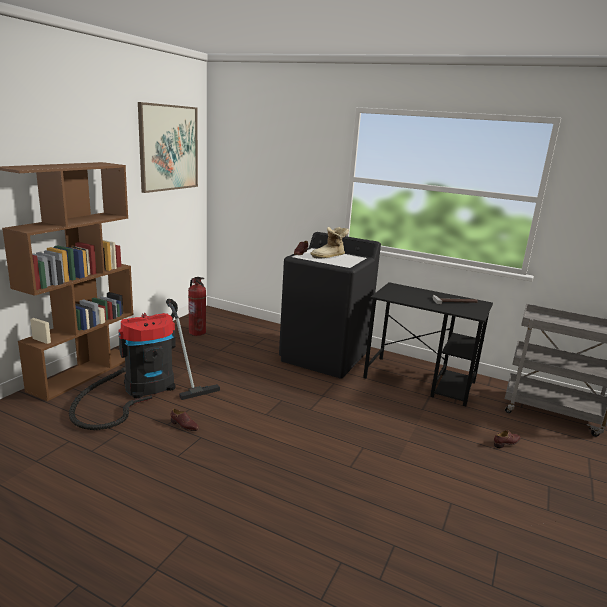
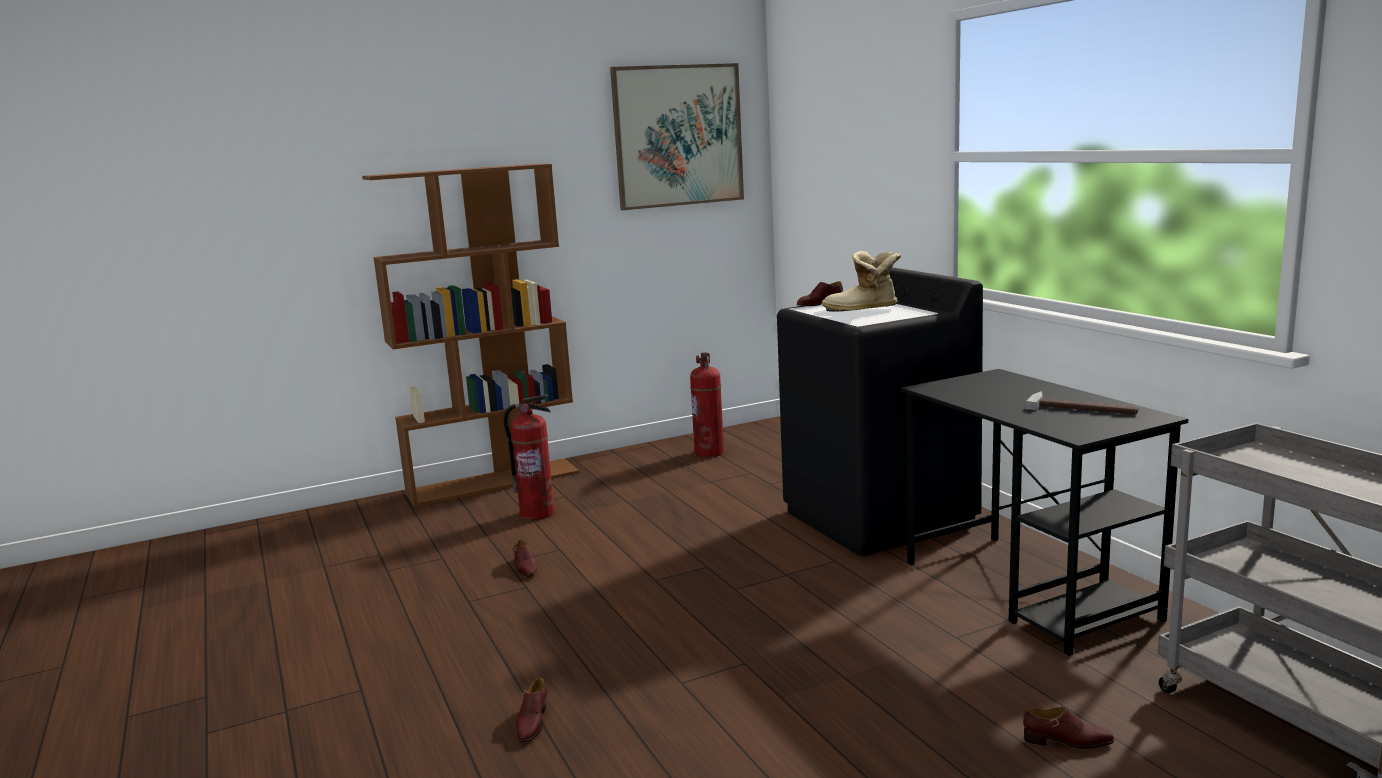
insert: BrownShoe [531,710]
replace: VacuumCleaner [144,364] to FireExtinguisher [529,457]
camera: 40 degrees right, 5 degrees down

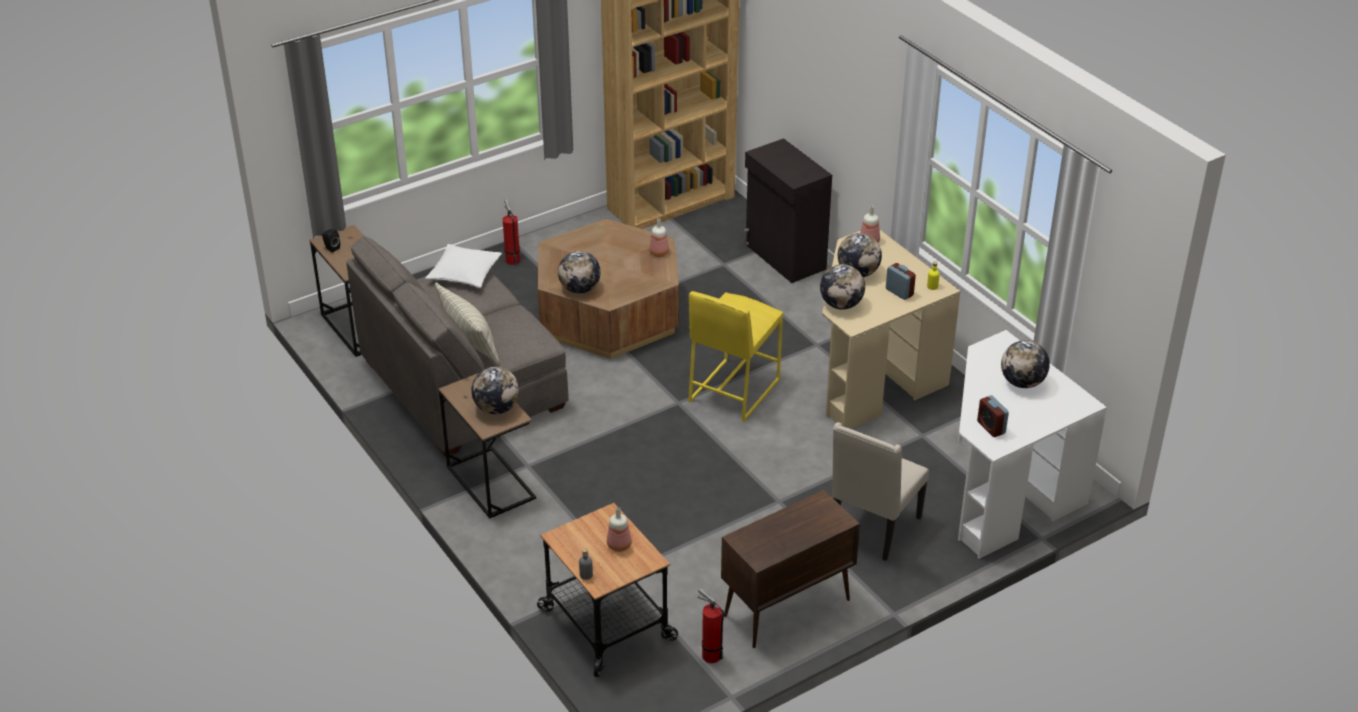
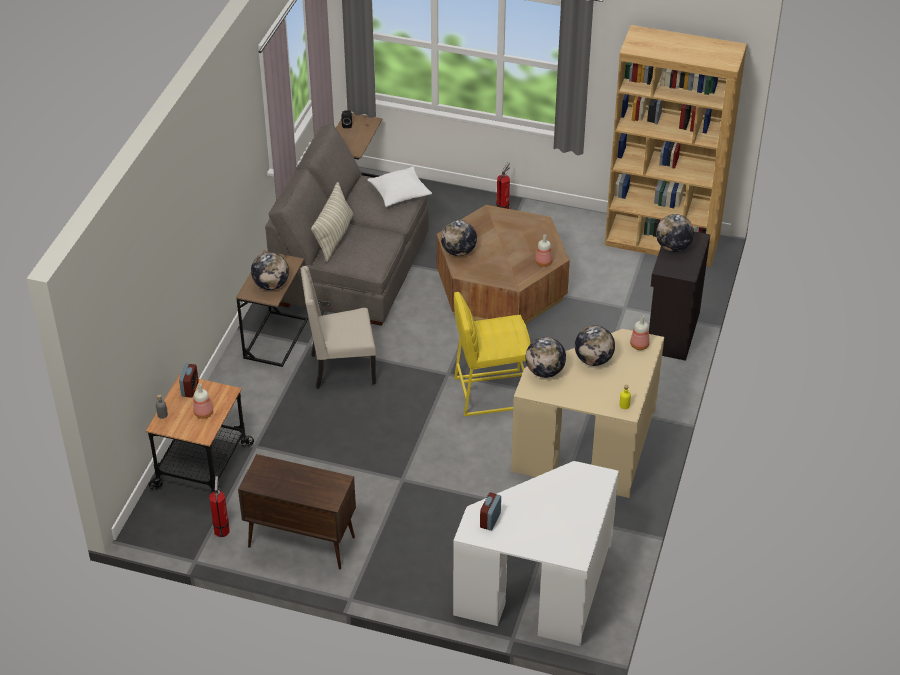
move: BeigeChair [880,491] to [338,327]; AlarmClock [901,281] to [189,381]; Globe [1025,364] to [675,233]
camera: 50 degrees right, 5 degrees up

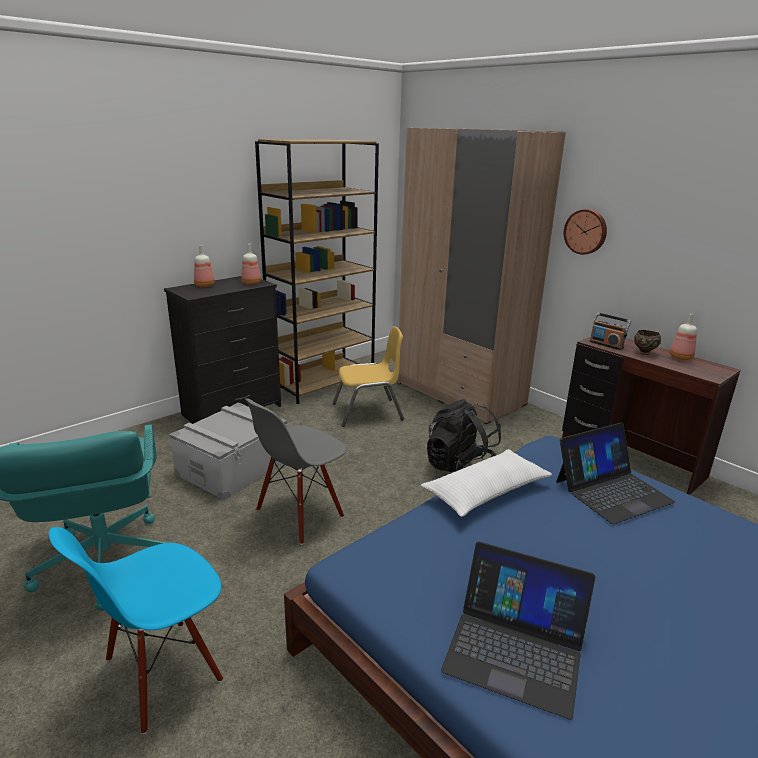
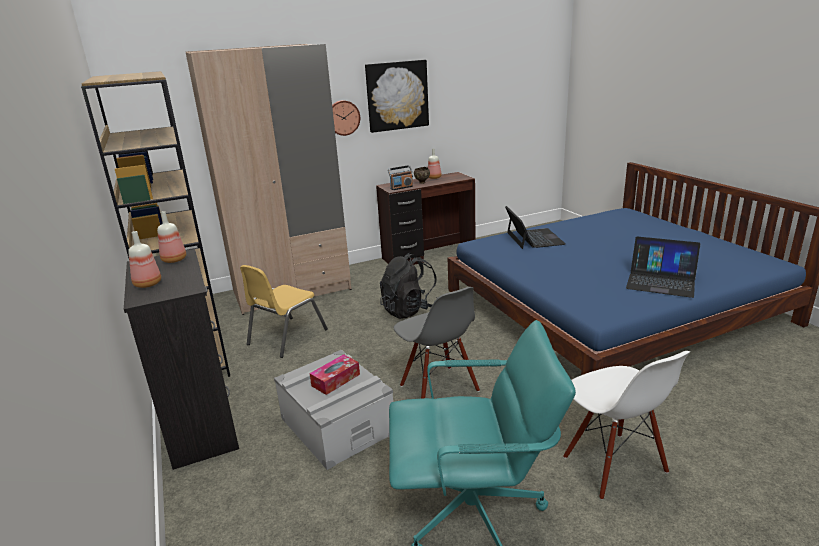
delete: WhitePillow [486,483]
insert: TissueBox [335,374]; Picture [397,96]
recolor: BlueChair [136,630] to WhiteChair [626,425]
rotate: YellowChair [368,376] = [284,311] 150 degrees counterclockwise; Laptop [518,630] = [663,267] 75 degrees clockwise
camera: 70 degrees left, 0 degrees up

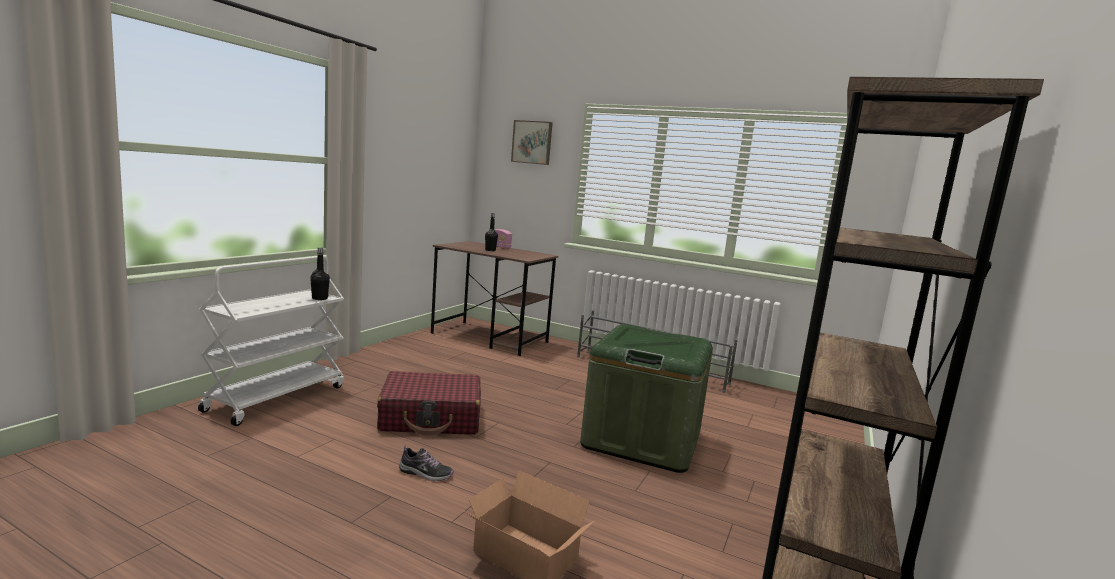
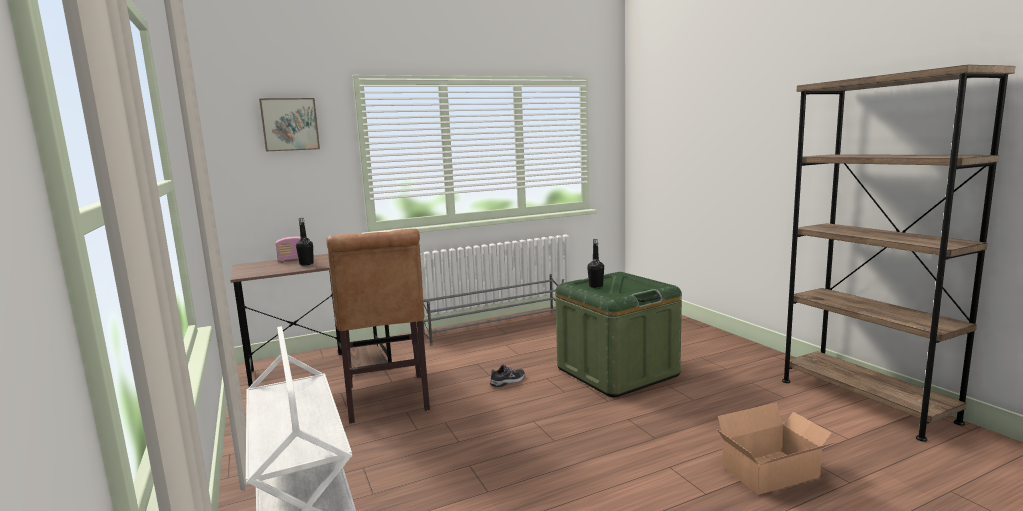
delete: RedSuitcase [429,403]
insert: BrownChair [378,326]
move: BlackBottle [320,274] to [595,263]; Shoe [426,463] to [507,376]
camera: 50 degrees left, 0 degrees up

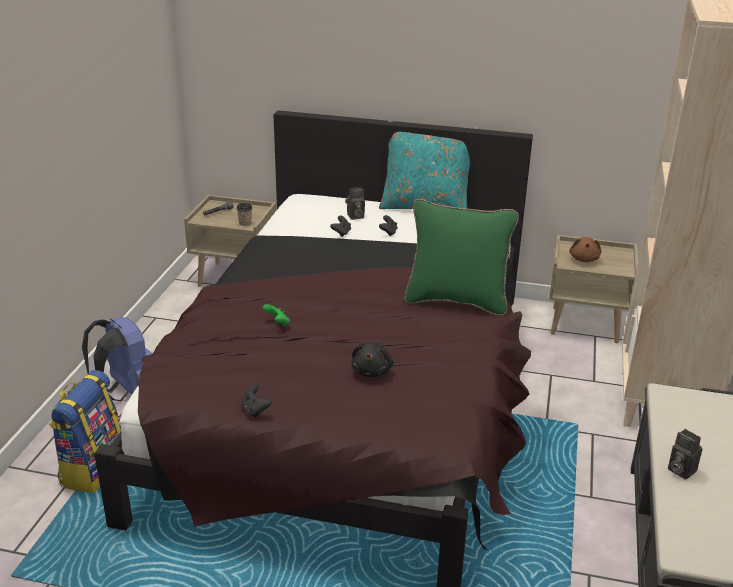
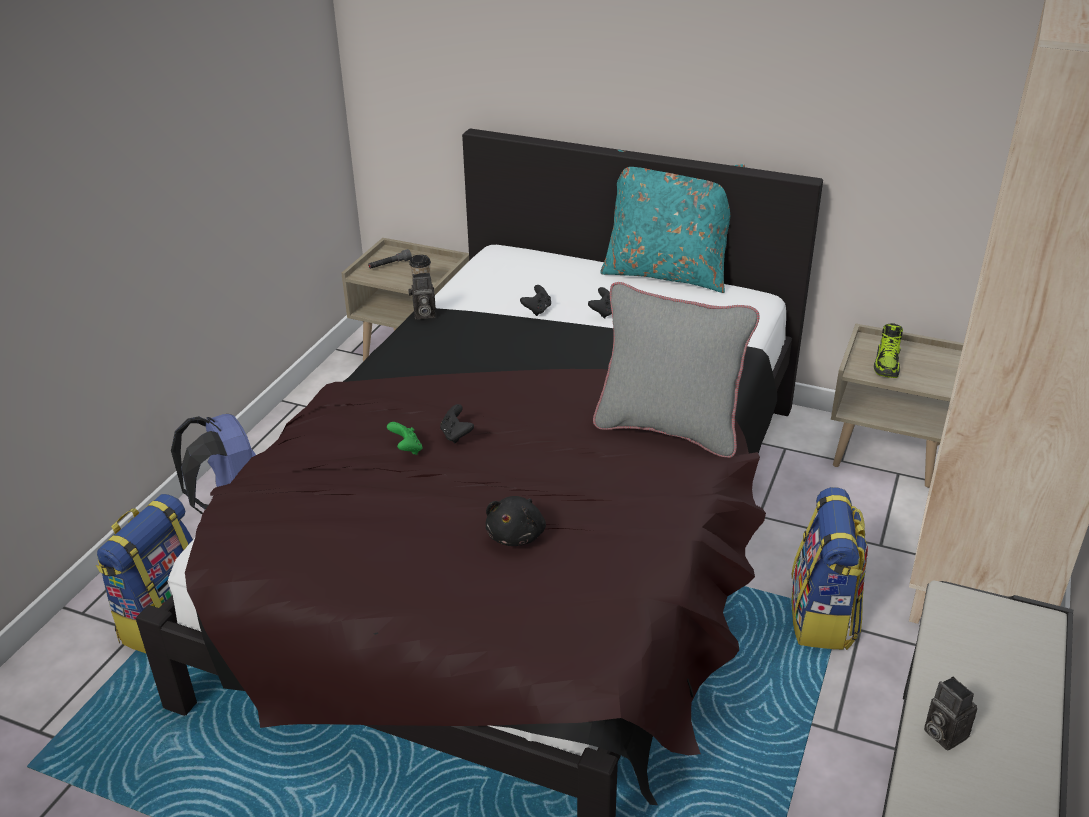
insert: Backpack [830,568]
move: BlackGameController [256,401] to [457,423]; PhotoCamera [355,203] to [422,296]
replace: BrownPlushToy [585,249] to Shoe [888,350]
recolor: GreenPillow [461,257] to GreyPillow [676,370]
camera: 10 degrees right, 5 degrees up

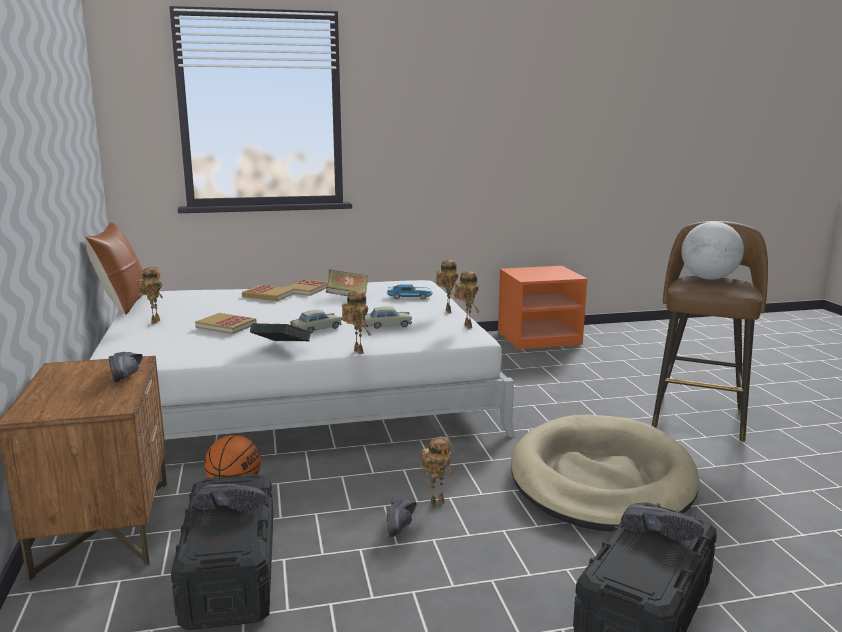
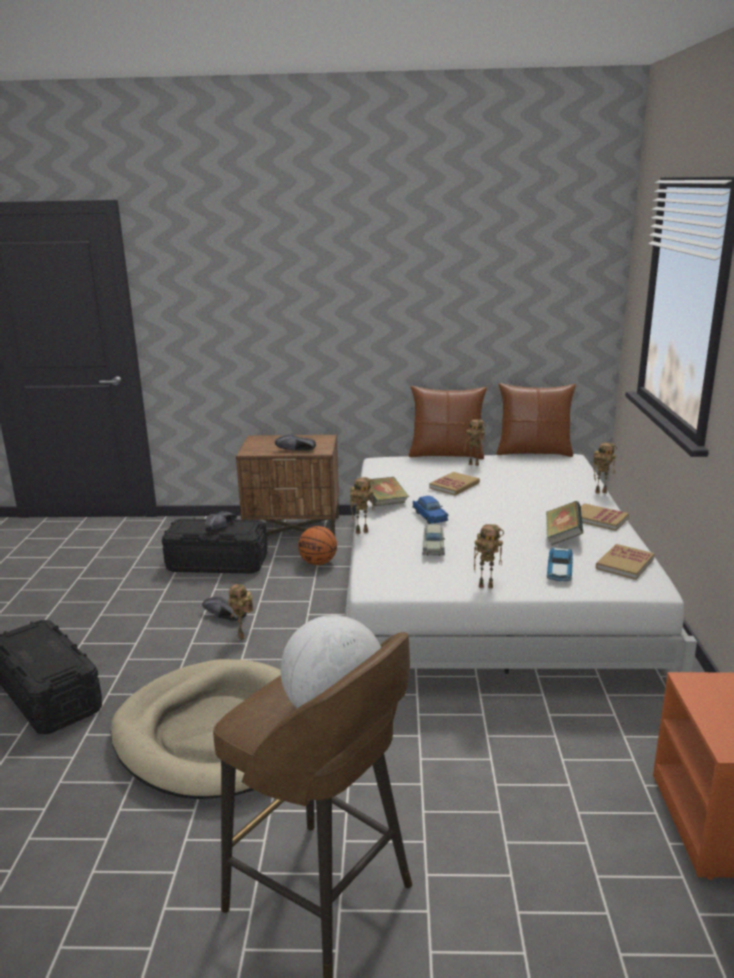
delete: BlackShoe [662,522]
insert: BrownPillow [448,422]
move: Book [268,293] to [625,562]; ToyRobot [467,300] to [605,468]
recolor: BeigeToyCar [316,321] to BlueToyCar [430,510]
camera: 105 degrees right, 5 degrees up

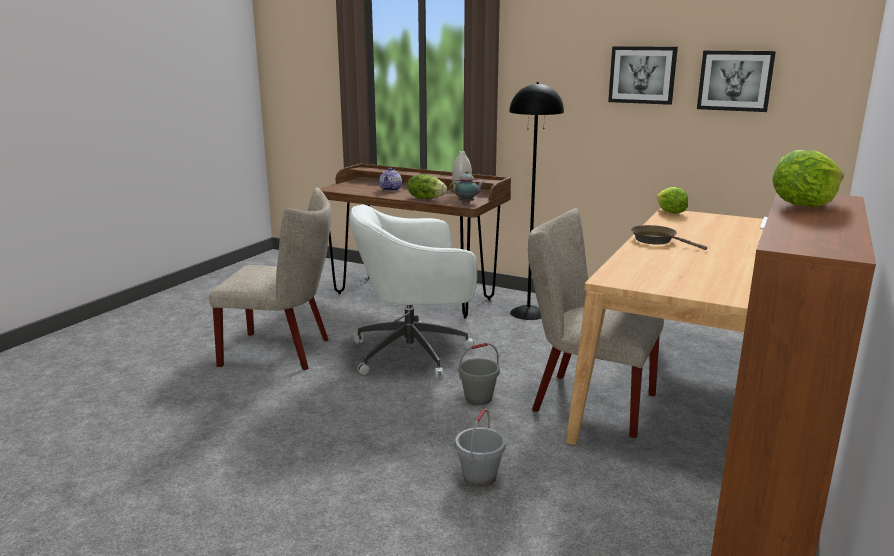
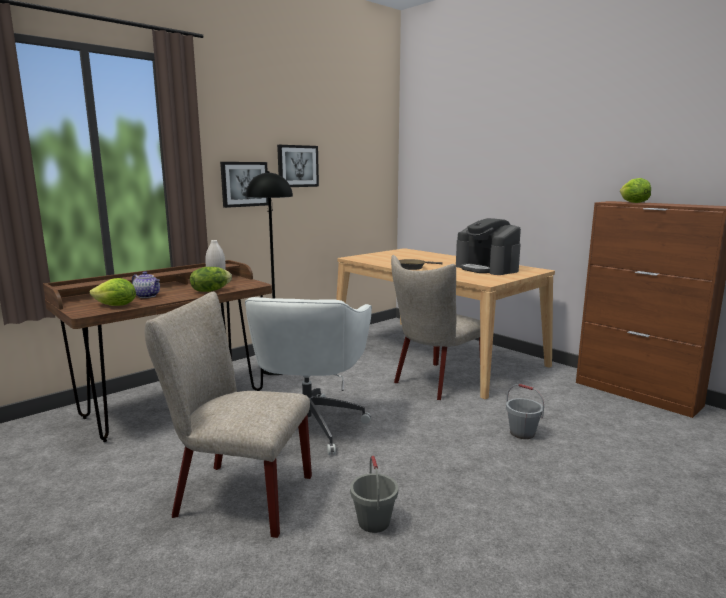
delete: Teapot [467,187]
insert: CoffeeMachine [488,246]
move: GreyBucket [479,374] to [374,494]; Lettuce [672,200] to [113,292]; Picture [736,81] to [244,185]
rotate: BeigeChair [270,278] = [228,415] 105 degrees counterclockwise
camera: 70 degrees left, 5 degrees down

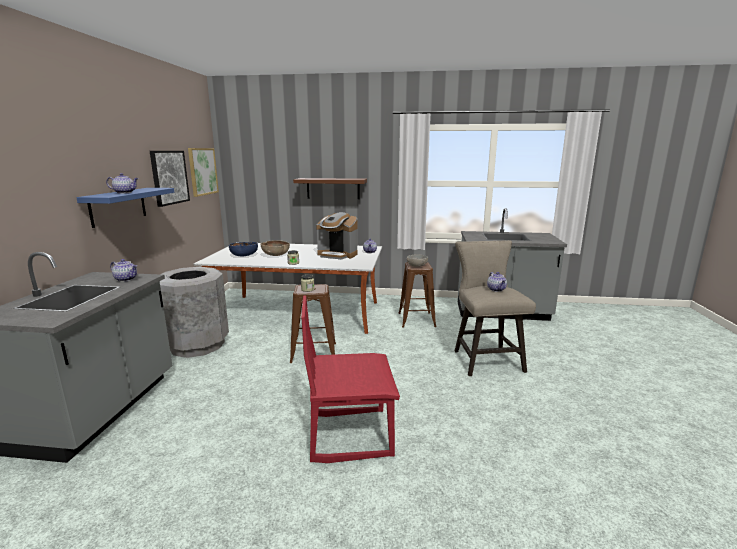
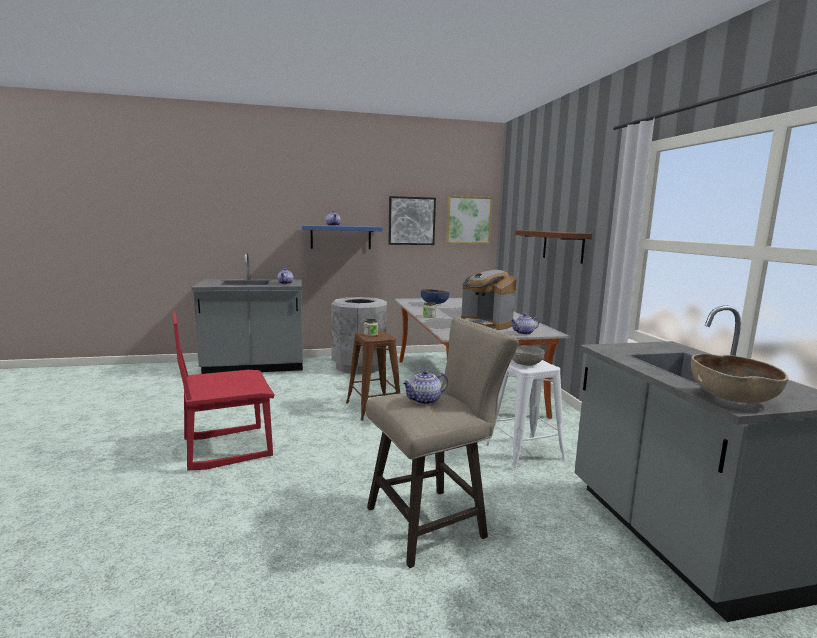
move: BrownBowl [275,248] to [740,378]
recolor: BrownStool [417,295] to WhiteStool [525,415]
rotate: RedChair [350,379] = [224,391] 90 degrees counterclockwise; CoffeeMachine [337,235] = [489,300] 45 degrees counterclockwise
camera: 70 degrees right, 5 degrees down

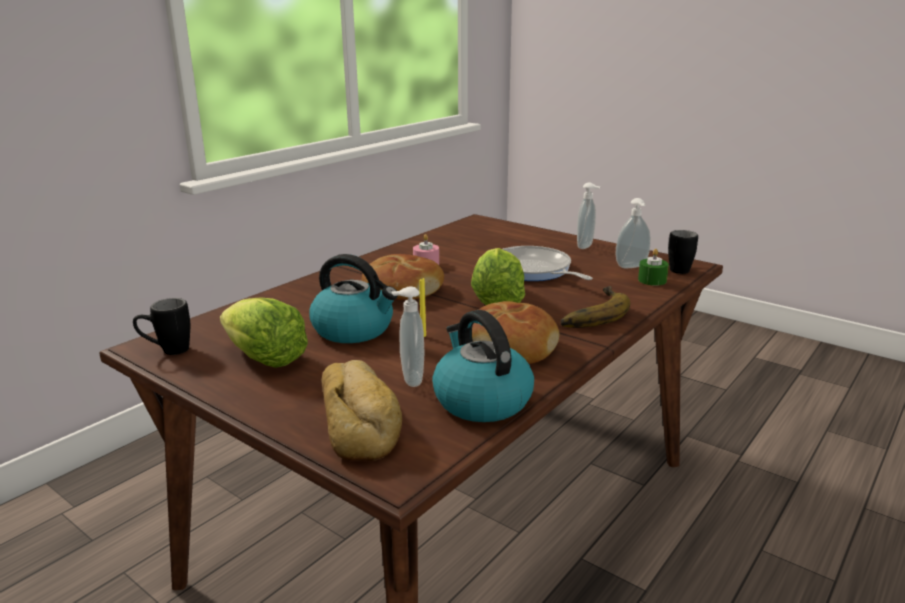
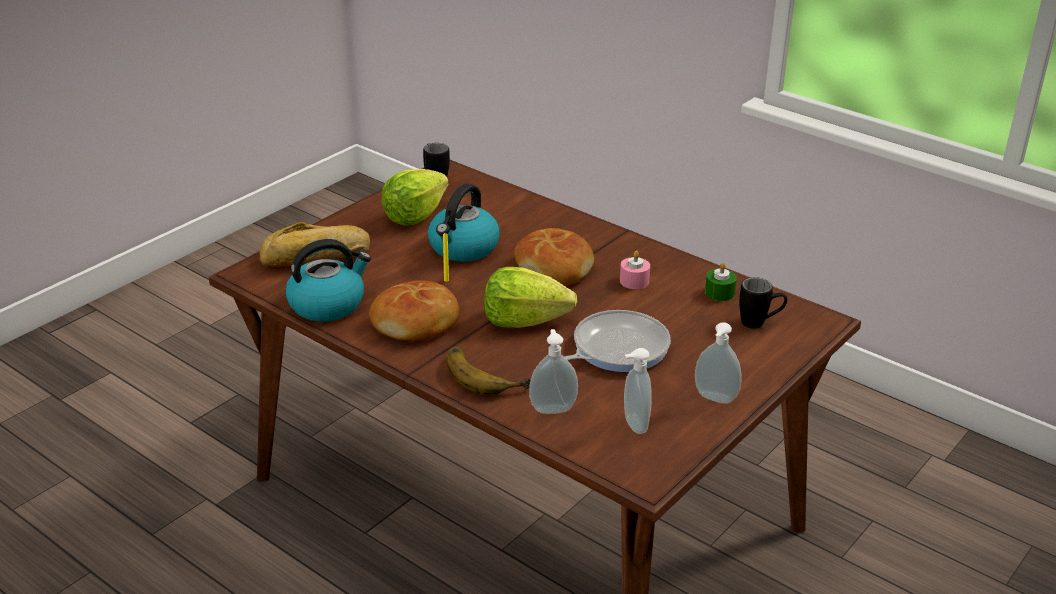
move: SoapDispenser [408,336] to [553,371]; GreenCandle [653,267] to [721,281]; BlackMug [683,252] to [763,303]
camera: 90 degrees right, 10 degrees up

